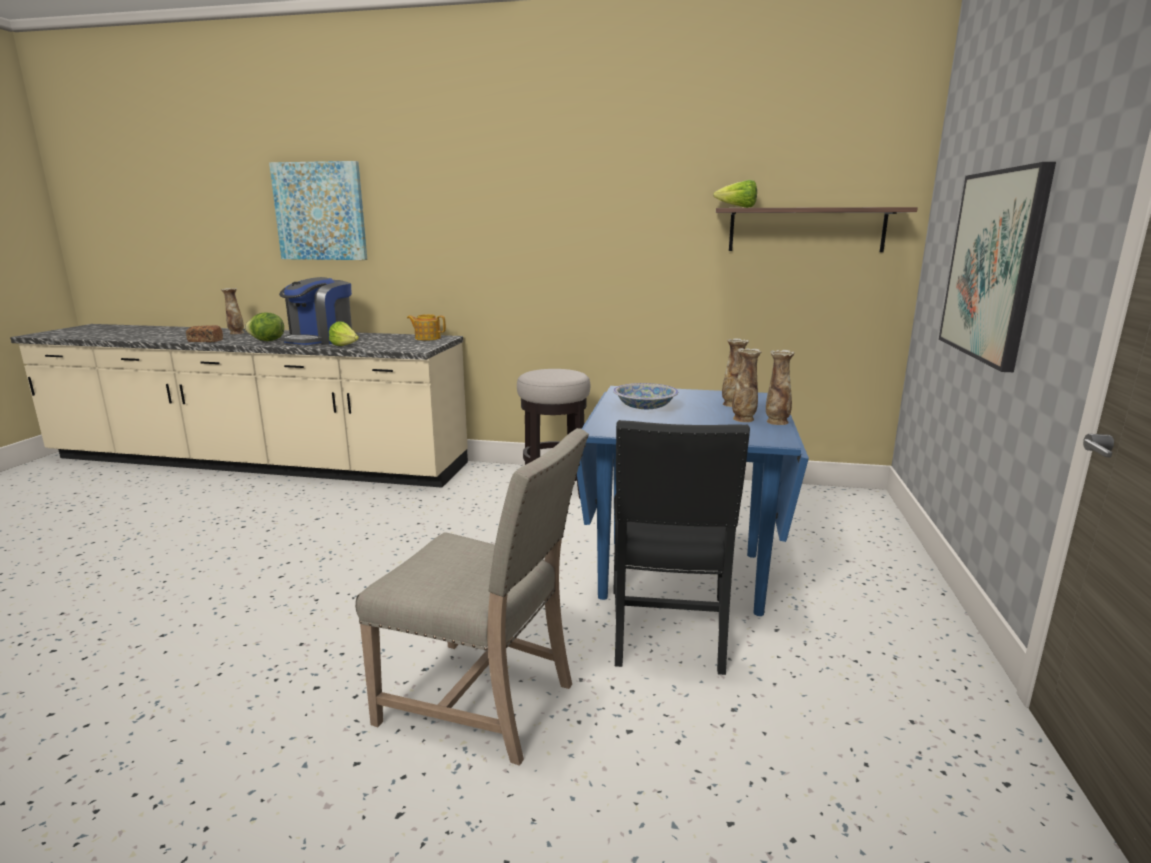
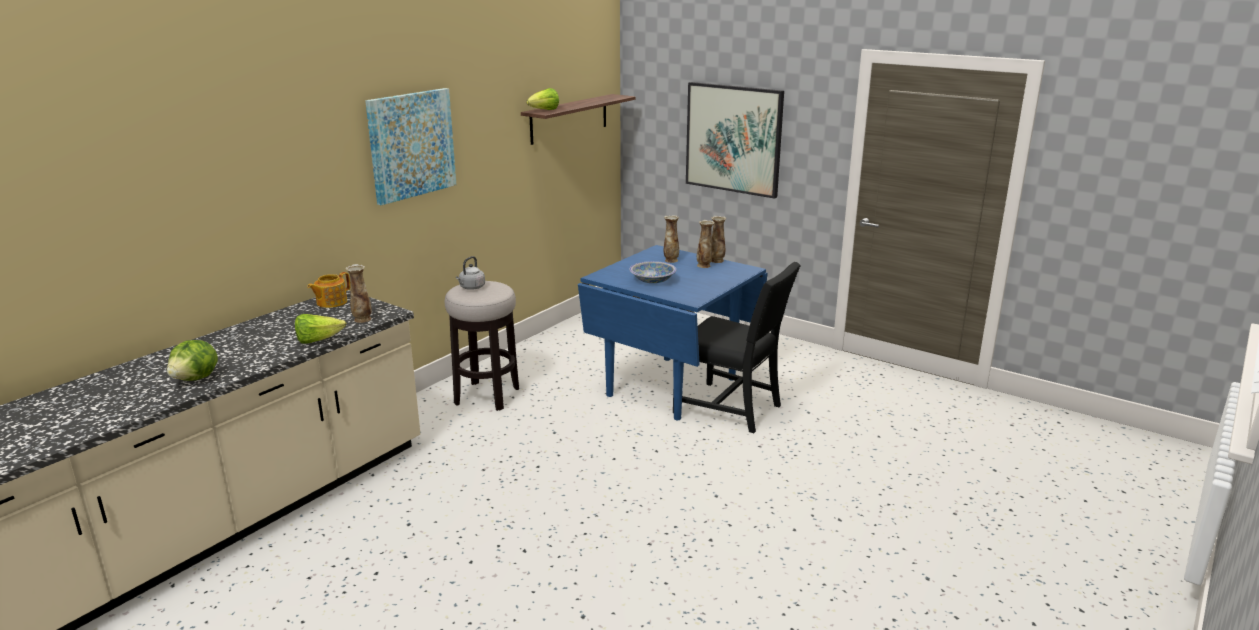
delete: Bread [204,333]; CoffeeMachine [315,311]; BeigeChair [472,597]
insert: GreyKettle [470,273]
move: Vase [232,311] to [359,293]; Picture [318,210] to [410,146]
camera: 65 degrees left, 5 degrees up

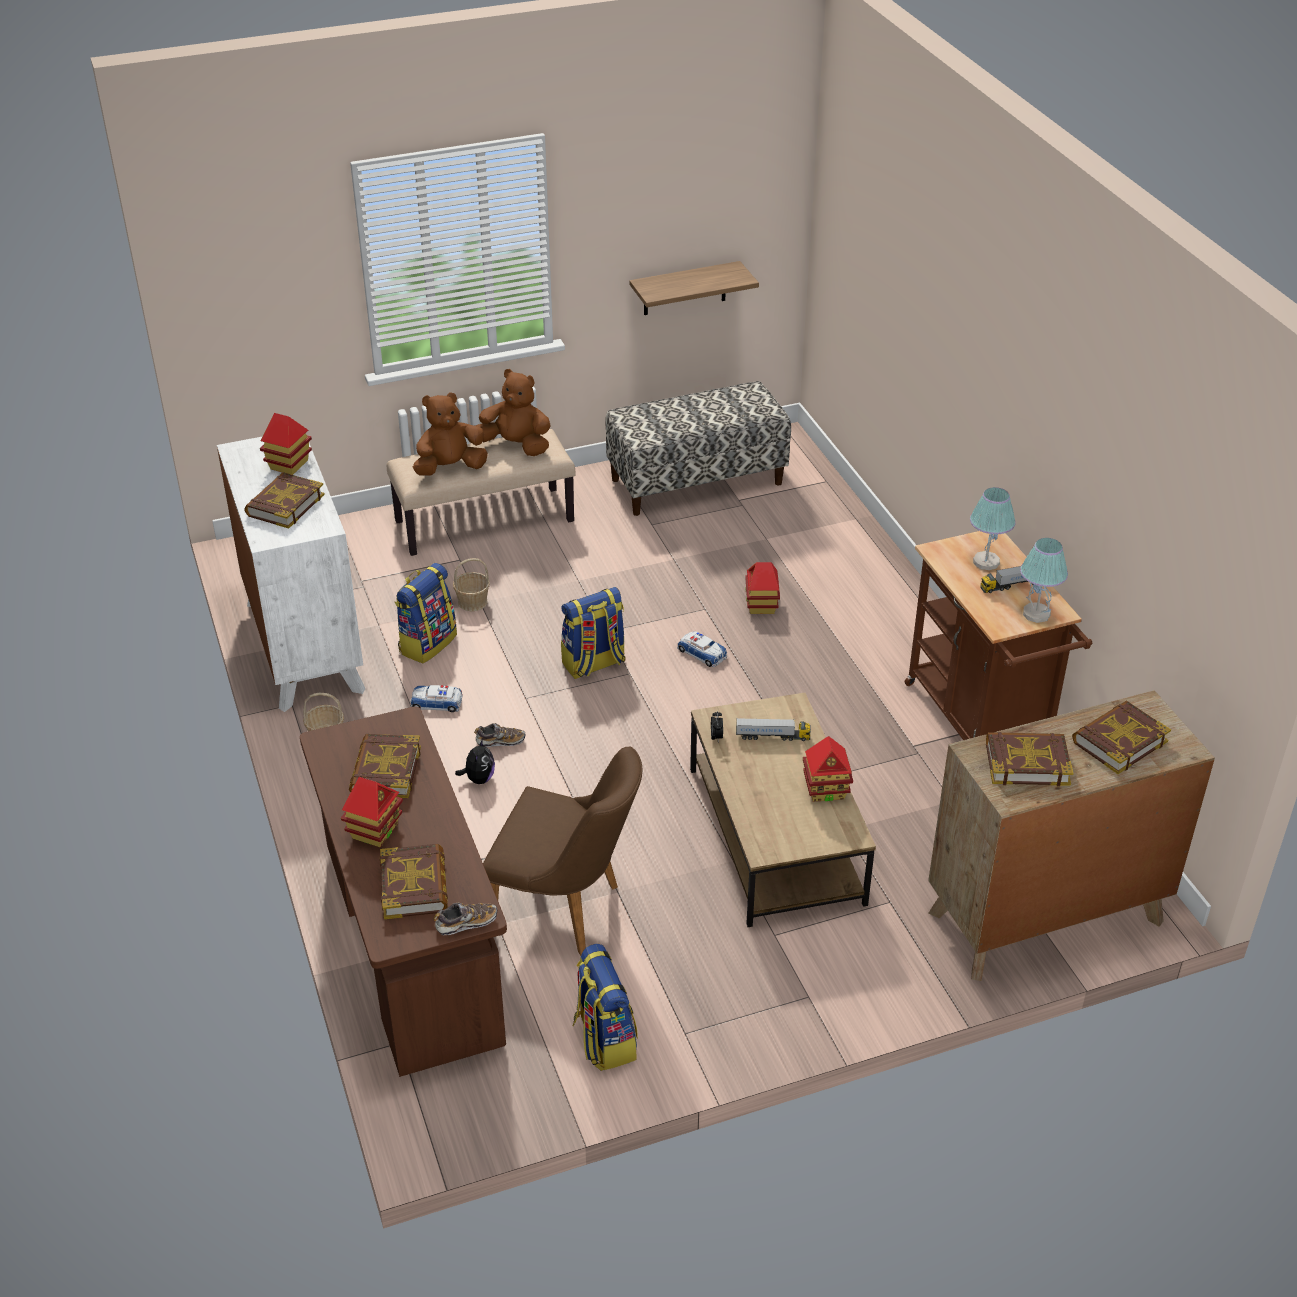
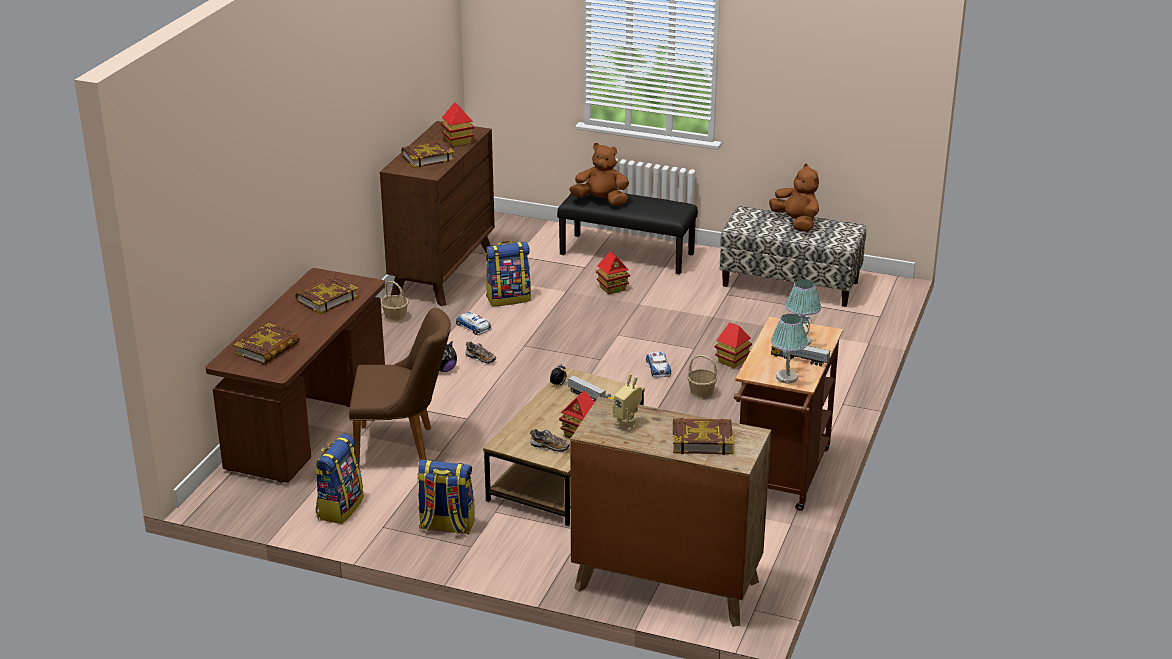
delete: Shelf [694,288]
move: ToyHouse [372,812] to [613,272]; Shoe [465,918] to [550,440]; Basket [471,584] to [702,377]; BrownPlushToy [513,412] to [794,198]; Backpack [593,633] to [445,497]
replace: Book [1029,759] to ToyRobot [627,402]
recolor: WhiteDresser [291,574] to BrownDresser [437,214]; BeigeBench [481,492] to BlackBench [627,233]
rotate: BrownChair [562,851] = [400,387] 60 degrees counterclockwise
camera: 40 degrees right, 10 degrees down

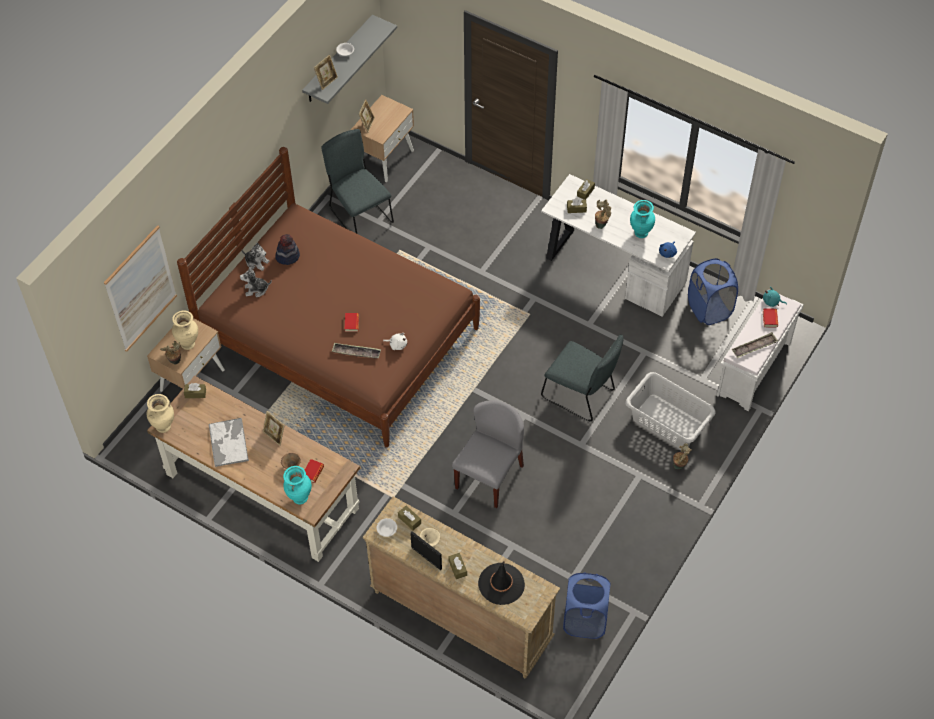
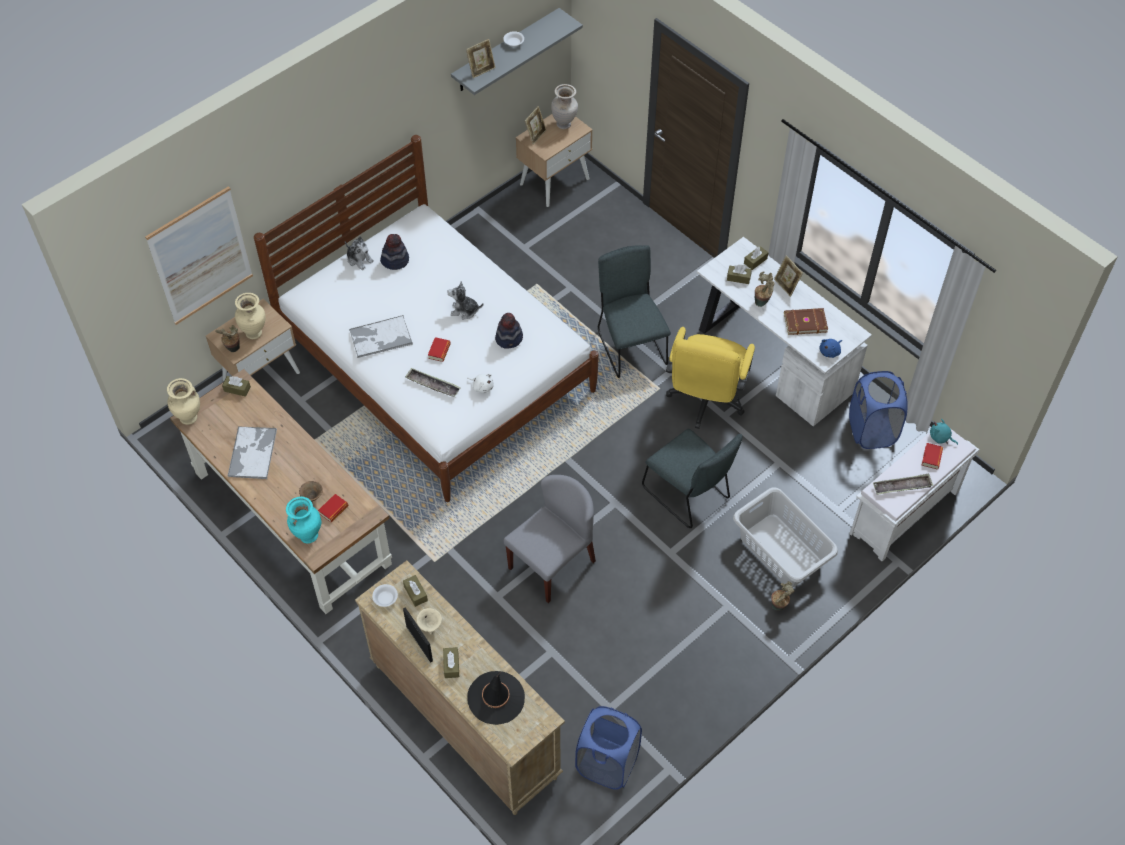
insert: Tray [381,336]; Hat [509,331]; BeigeVase [564,106]; YellowOfficeChair [710,378]
move: PlushToy [256,281] to [465,300]; PictureFrame [274,428] to [788,276]; GreyChair [357,181] to [634,311]
replace: TurquoiseVase [642,219] to BrownBook [806,321]
recolor: BrownBed [328,297] to WhiteBed [426,318]
camera: 15 degrees right, 0 degrees up

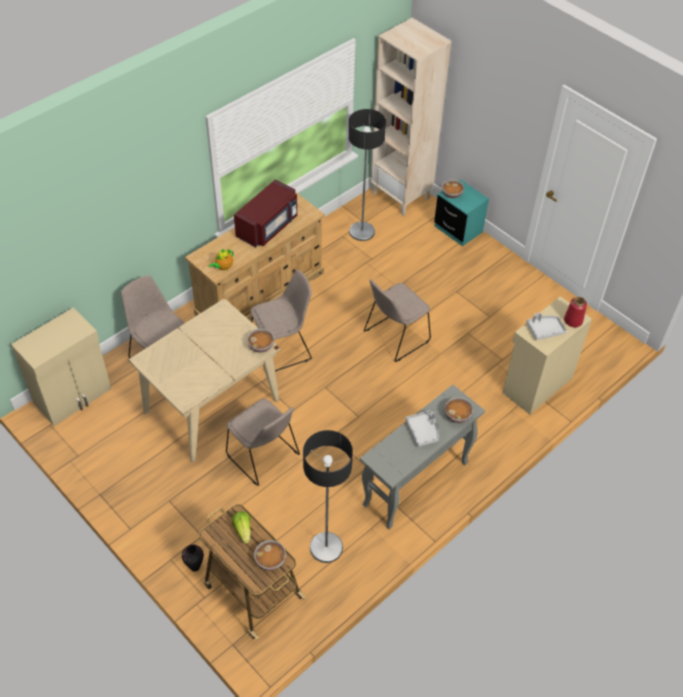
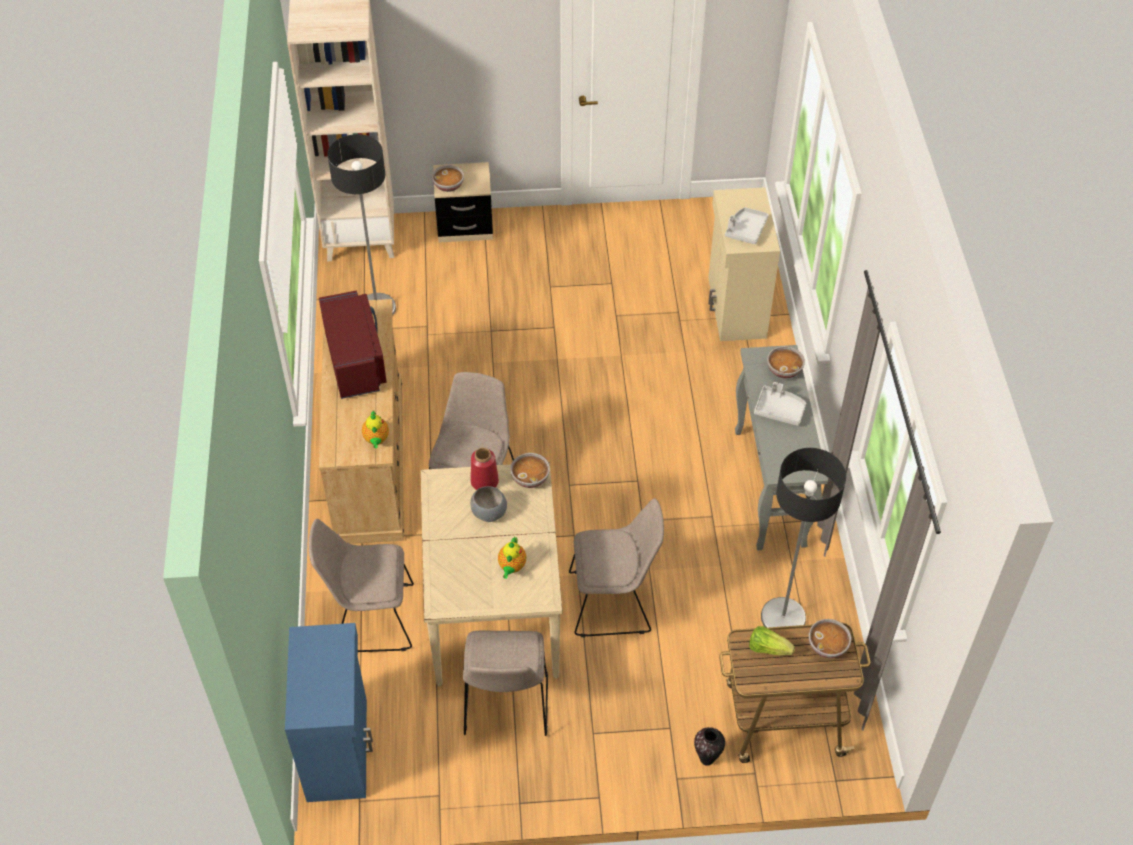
insert: GreyBowl [488,504]; Teapot [512,558]
move: BeigeChair [397,320] to [505,683]; RedVase [575,311] to [485,469]
recolor: BeigeCabinet [61,366] to BlueCabinet [329,712]; TurquoiseNightstand [461,212] to BeigeNightstand [463,202]
camera: 50 degrees left, 0 degrees up

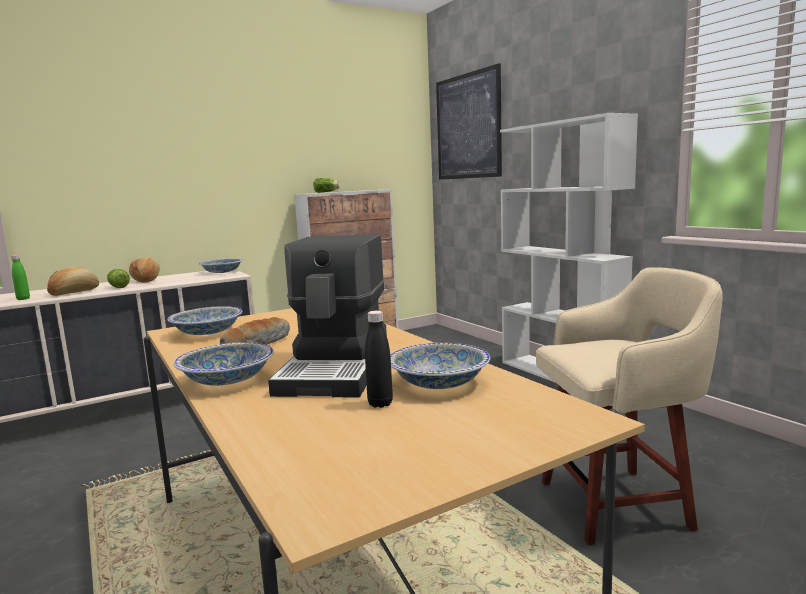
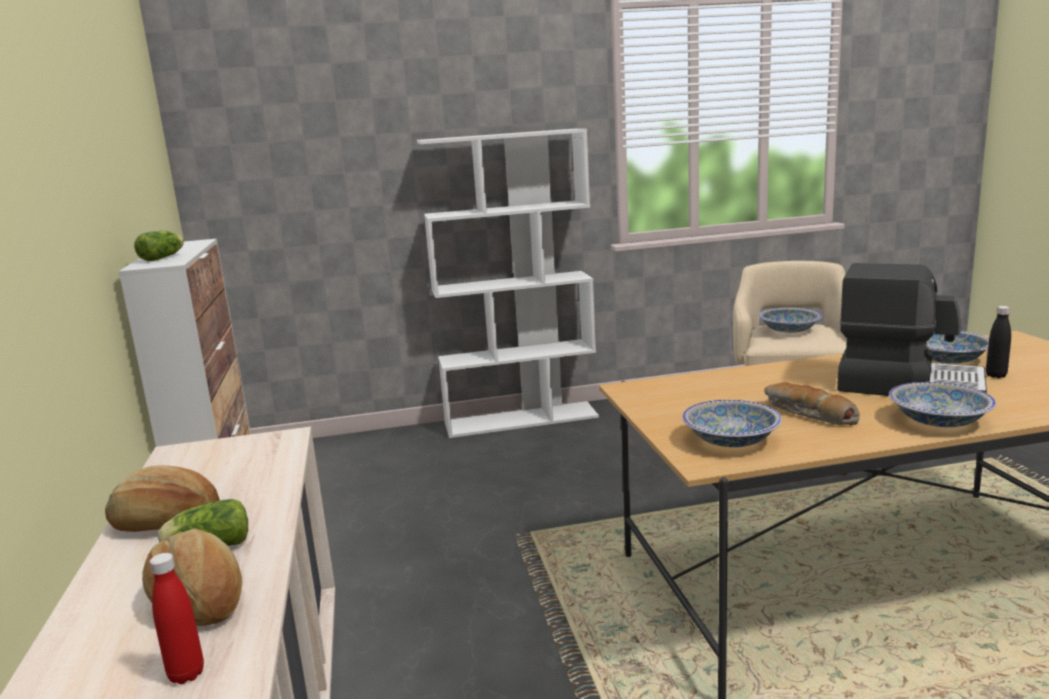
delete: Picture [469,121]
move: Bowl [221,265] to [790,320]
recolor: GreenBottle [20,277] to RedBottle [176,618]
camera: 70 degrees left, 5 degrees up

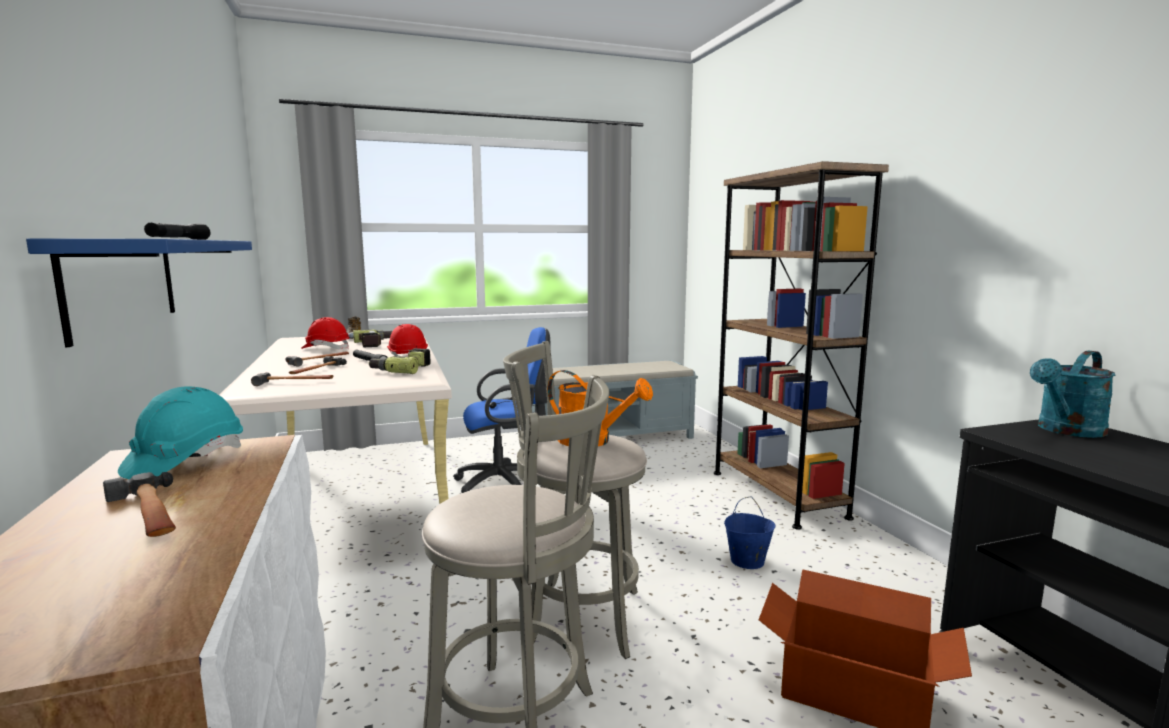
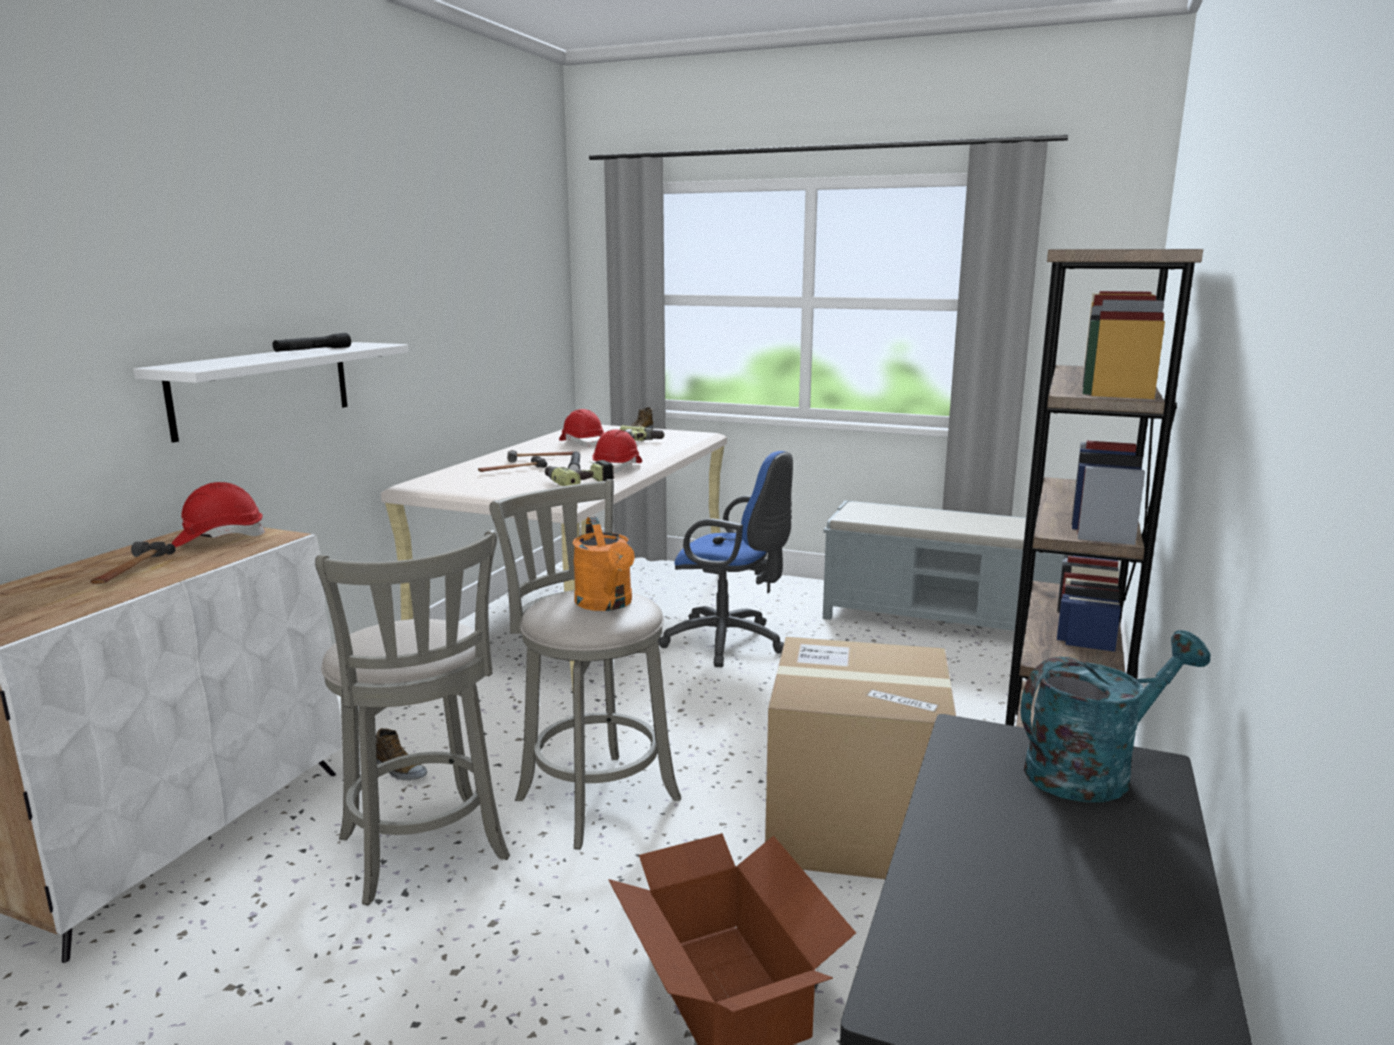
delete: Hammer [292,379]
insert: Shoe [401,754]
replace: BlueBucket [749,532] to CardboardBox [860,758]
recolor: BlueShelf [139,292] to WhiteShelf [271,392]; TurquoiseHardHat [180,432] to RedHardHat [218,514]
rotate: TurquoiseWateringCan [1072,394] = [1115,716] 150 degrees clockwise
camera: 40 degrees right, 5 degrees up

